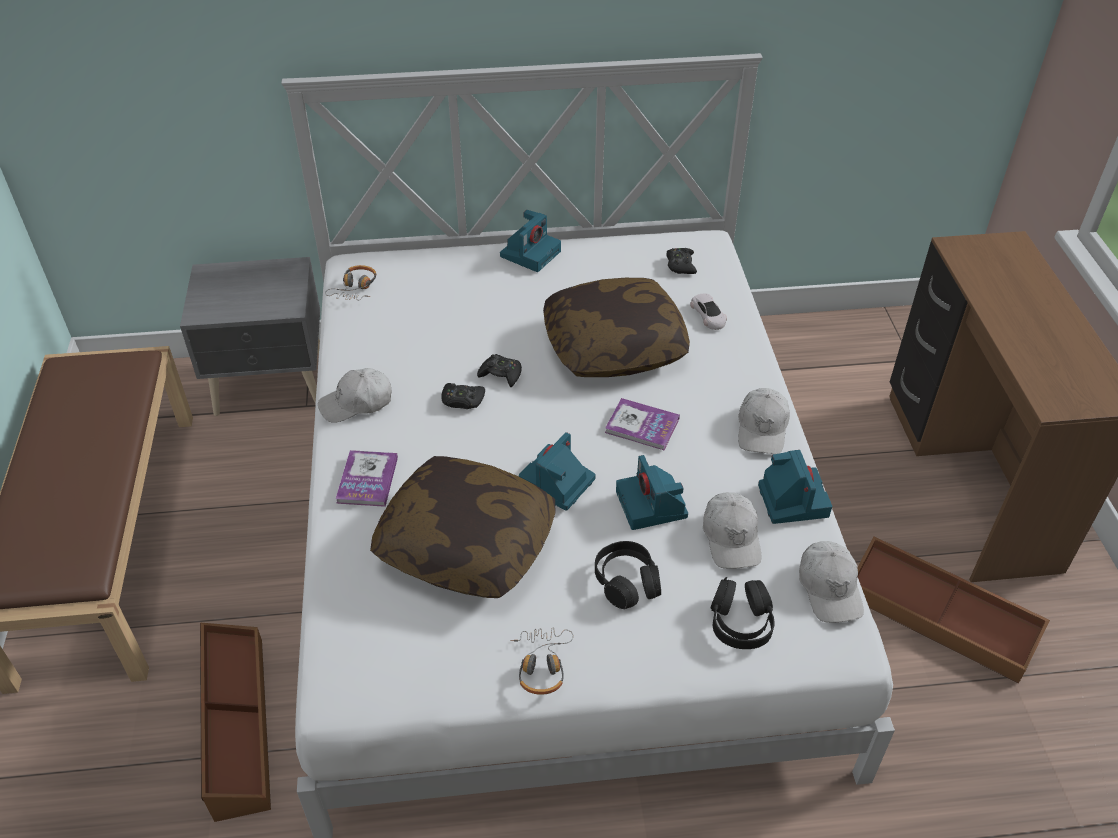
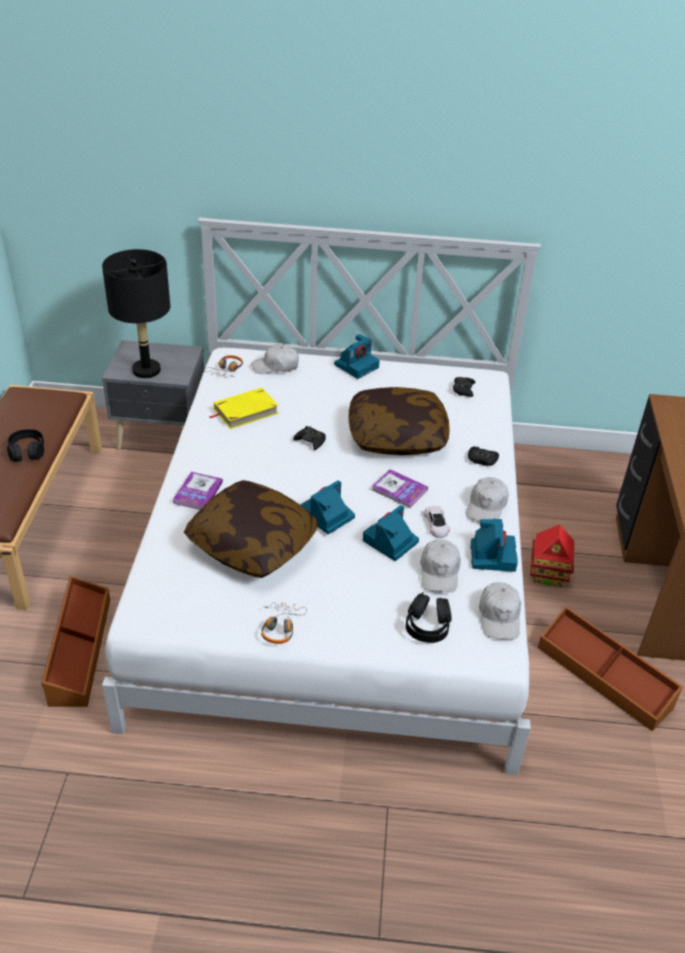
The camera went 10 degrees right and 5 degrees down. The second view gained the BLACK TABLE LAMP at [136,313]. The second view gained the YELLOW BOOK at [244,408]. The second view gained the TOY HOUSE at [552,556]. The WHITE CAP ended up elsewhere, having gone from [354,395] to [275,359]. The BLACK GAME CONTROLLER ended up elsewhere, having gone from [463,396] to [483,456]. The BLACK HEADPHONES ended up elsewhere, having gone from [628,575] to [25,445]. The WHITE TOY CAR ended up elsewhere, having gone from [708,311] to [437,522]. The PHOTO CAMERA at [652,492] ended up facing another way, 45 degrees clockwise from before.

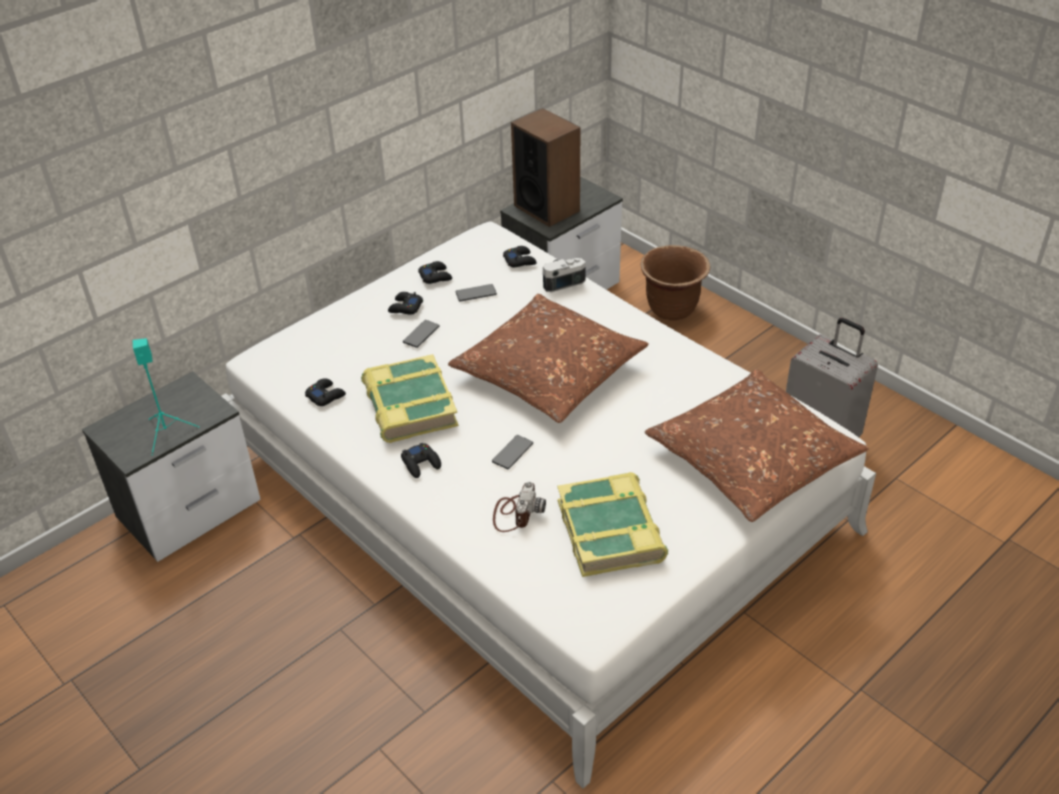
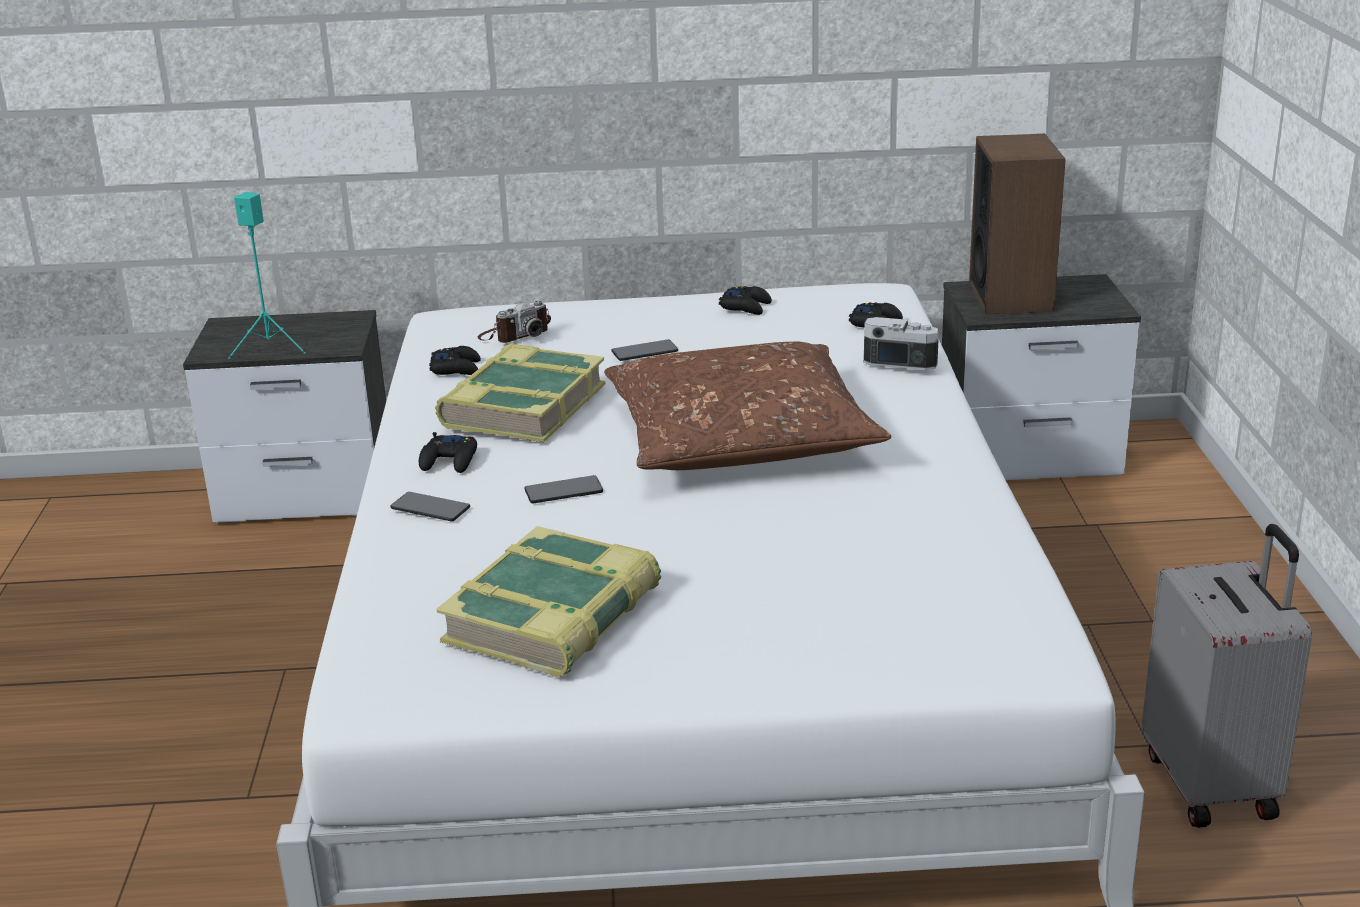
The camera went 40 degrees right and 15 degrees down. The second view lost the BLACK GAME CONTROLLER at [405,303]. The second view lost the BROWN PLANTER at [675,283]. The second view lost the BROWN PILLOW at [757,445]. The PHONE ended up elsewhere, having gone from [476,292] to [430,506]. The PHOTO CAMERA ended up elsewhere, having gone from [519,507] to [514,321].

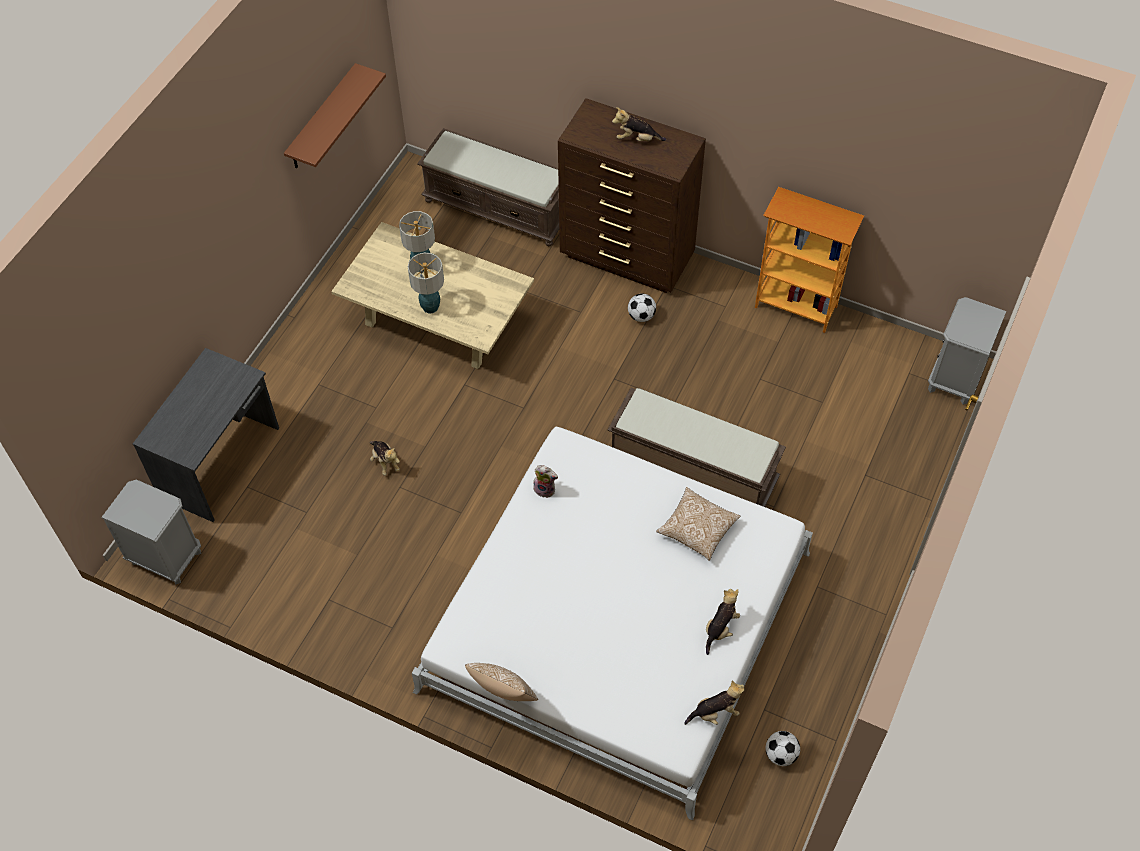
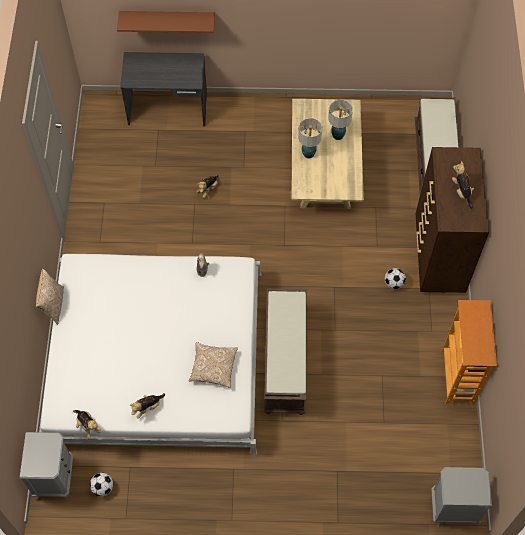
The camera went 65 degrees right and 5 degrees up. The GREY NIGHTSTAND ended up elsewhere, having gone from [151,531] to [46,465]. The BROWN SHELF ended up elsewhere, having gone from [335,115] to [166,22]. The PLUSH TOY at [723,622] ended up facing another way, 135 degrees clockwise from before.

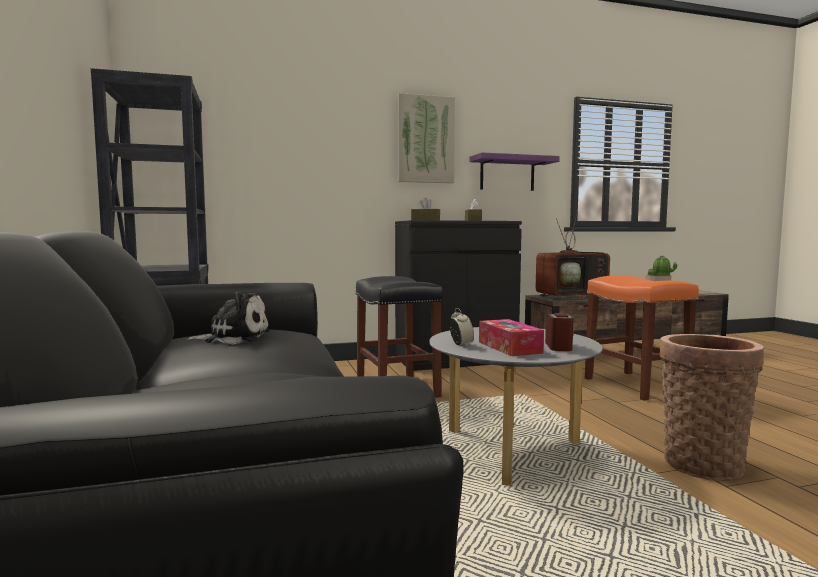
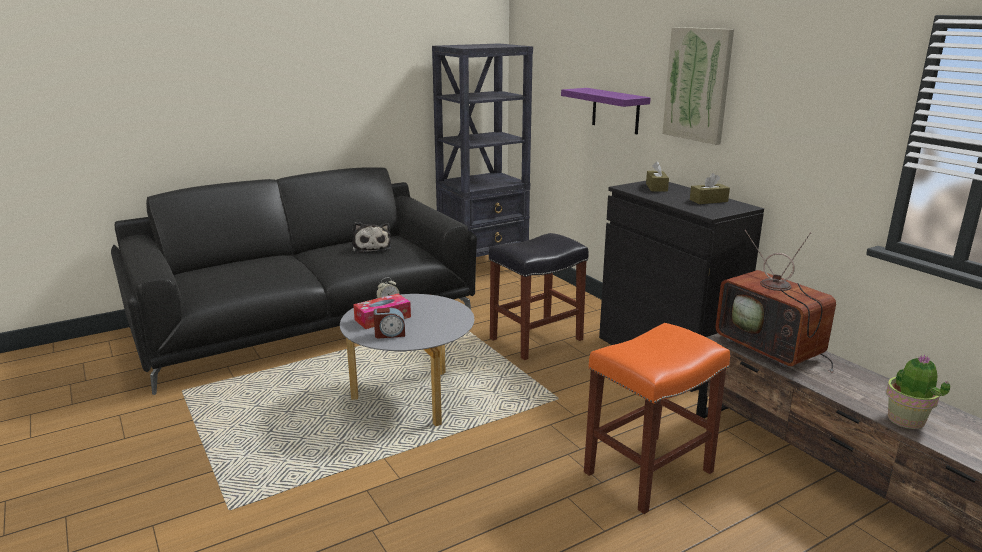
The camera went 75 degrees right and 15 degrees up. The second view lost the BASKET at [711,407]. The PURPLE SHELF ended up elsewhere, having gone from [515,171] to [606,111].

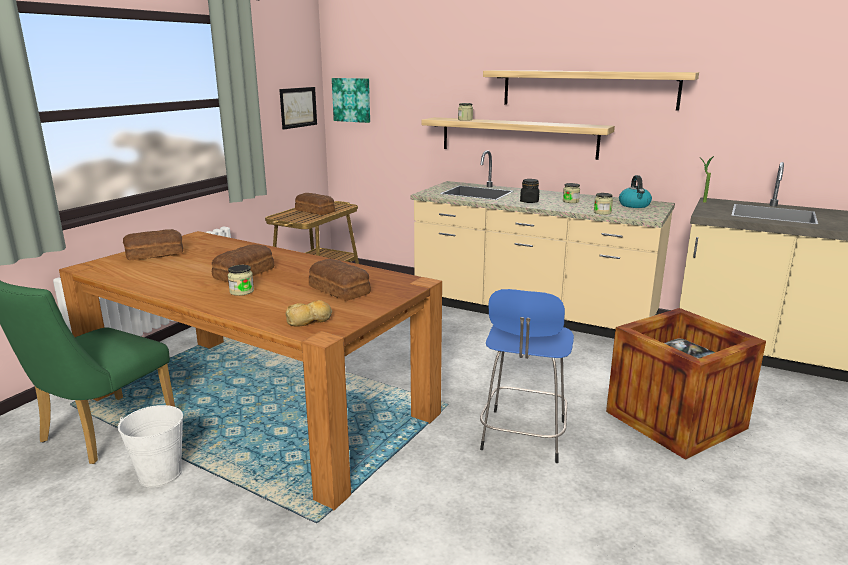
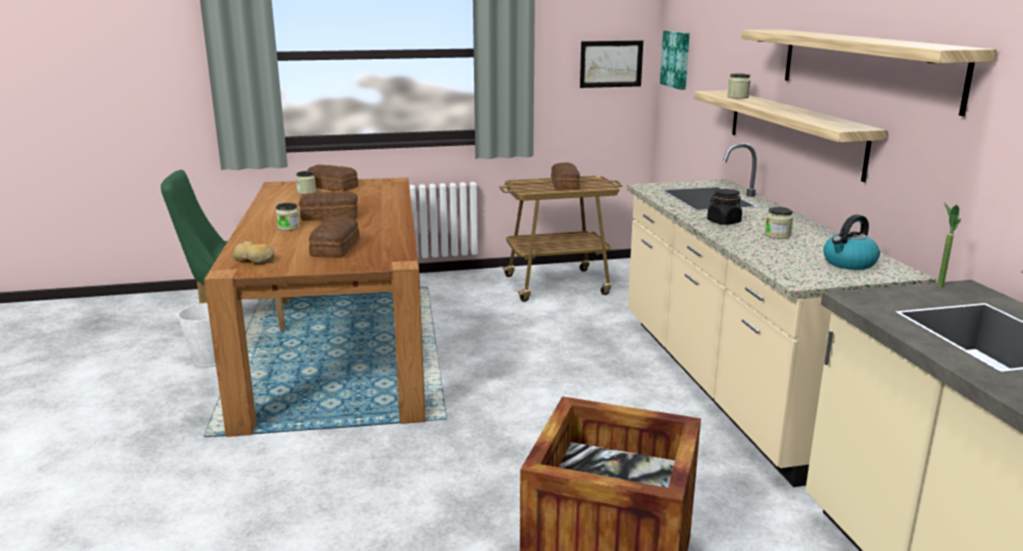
The camera went 50 degrees right and 0 degrees up. The second view lost the BLUE STOOL at [527,376]. The JAR ended up elsewhere, having gone from [603,204] to [306,182].

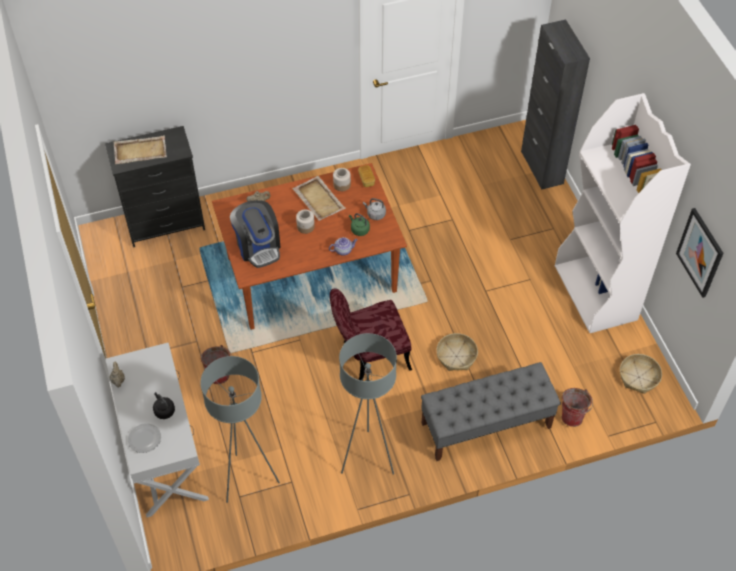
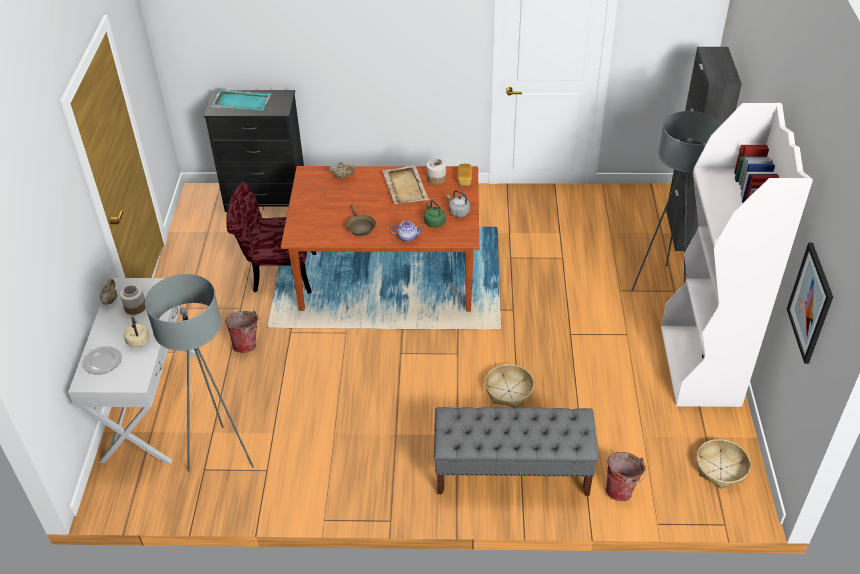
The camera went 20 degrees right and 10 degrees down. The second view lost the COFFEE MACHINE at [255,234]. The second view gained the BROWN FRYING PAN at [361,220]. The JAR ended up elsewhere, having gone from [305,222] to [133,300]. The RED CHAIR ended up elsewhere, having gone from [371,335] to [271,237]. The GREY FLOOR LAMP ended up elsewhere, having gone from [368,404] to [676,201]. What was the BEIGE TRAY at [140,149] turned into the TURQUOISE TRAY at [241,100]. What was the BLACK KETTLE at [164,405] turned into the BEIGE KETTLE at [137,332].

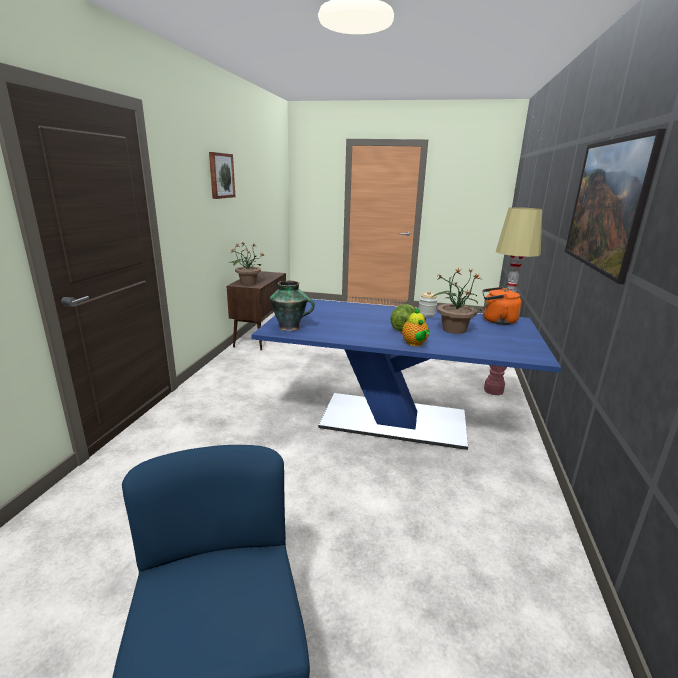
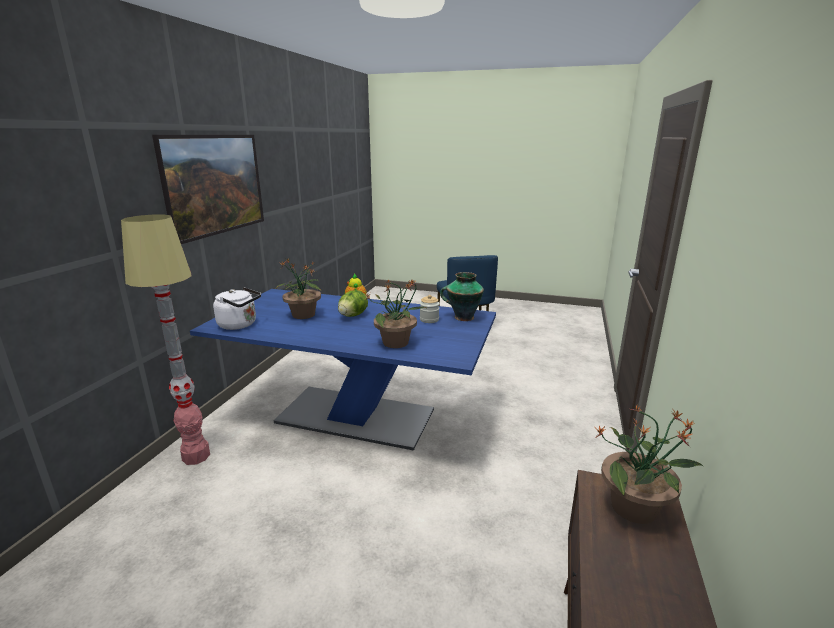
The camera went 175 degrees left and 0 degrees up. The second view lost the PICTURE at [222,175]. The second view gained the POTTED PLANT at [397,313]. The JAR ended up elsewhere, having gone from [428,304] to [429,309]. What was the ORANGE KETTLE at [502,306] turned into the WHITE KETTLE at [237,308].

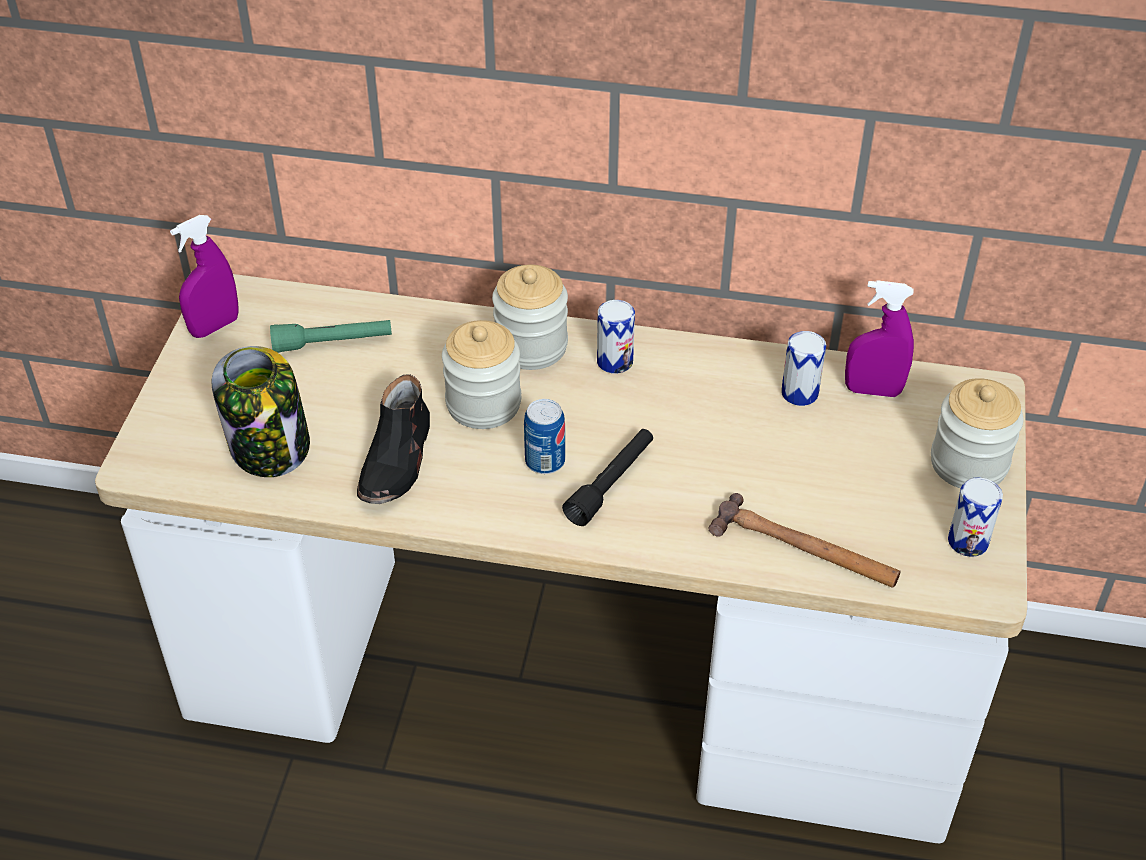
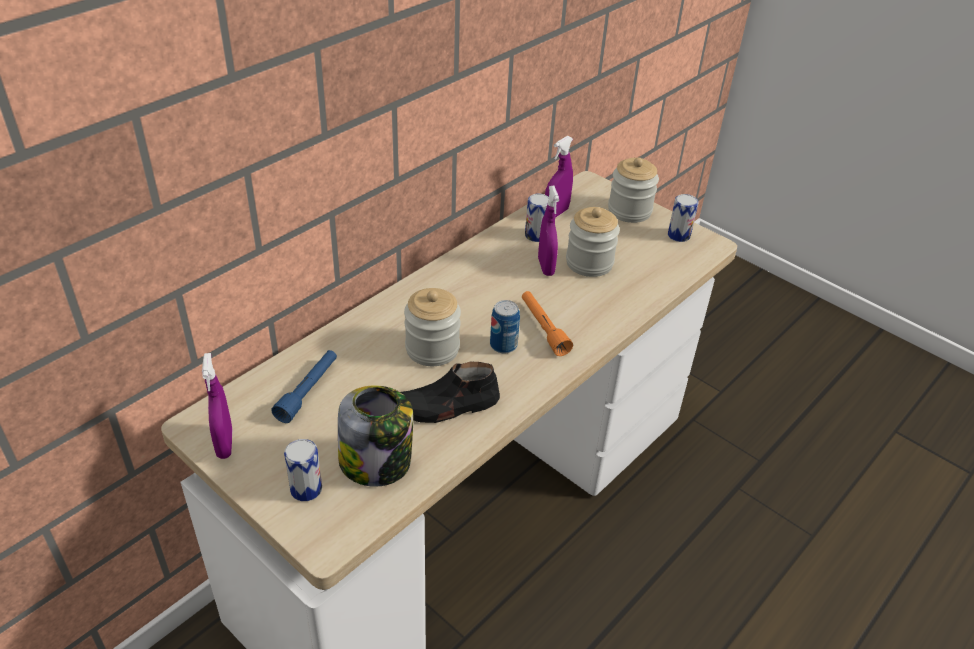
The camera went 60 degrees left and 5 degrees down. The second view lost the HAMMER at [804,540]. The second view gained the PURPLE SPRAY BOTTLE at [548,231]. The JAR ended up elsewhere, having gone from [530,317] to [593,242]. The CAN ended up elsewhere, having gone from [616,337] to [303,470]. What was the GREEN FLASHLIGHT at [331,336] turned into the BLUE FLASHLIGHT at [304,386]. What was the BLACK FLASHLIGHT at [607,477] turned into the ORANGE FLASHLIGHT at [547,323]. The BLACK SHOE at [393,439] ended up facing another way, 120 degrees clockwise from before.

